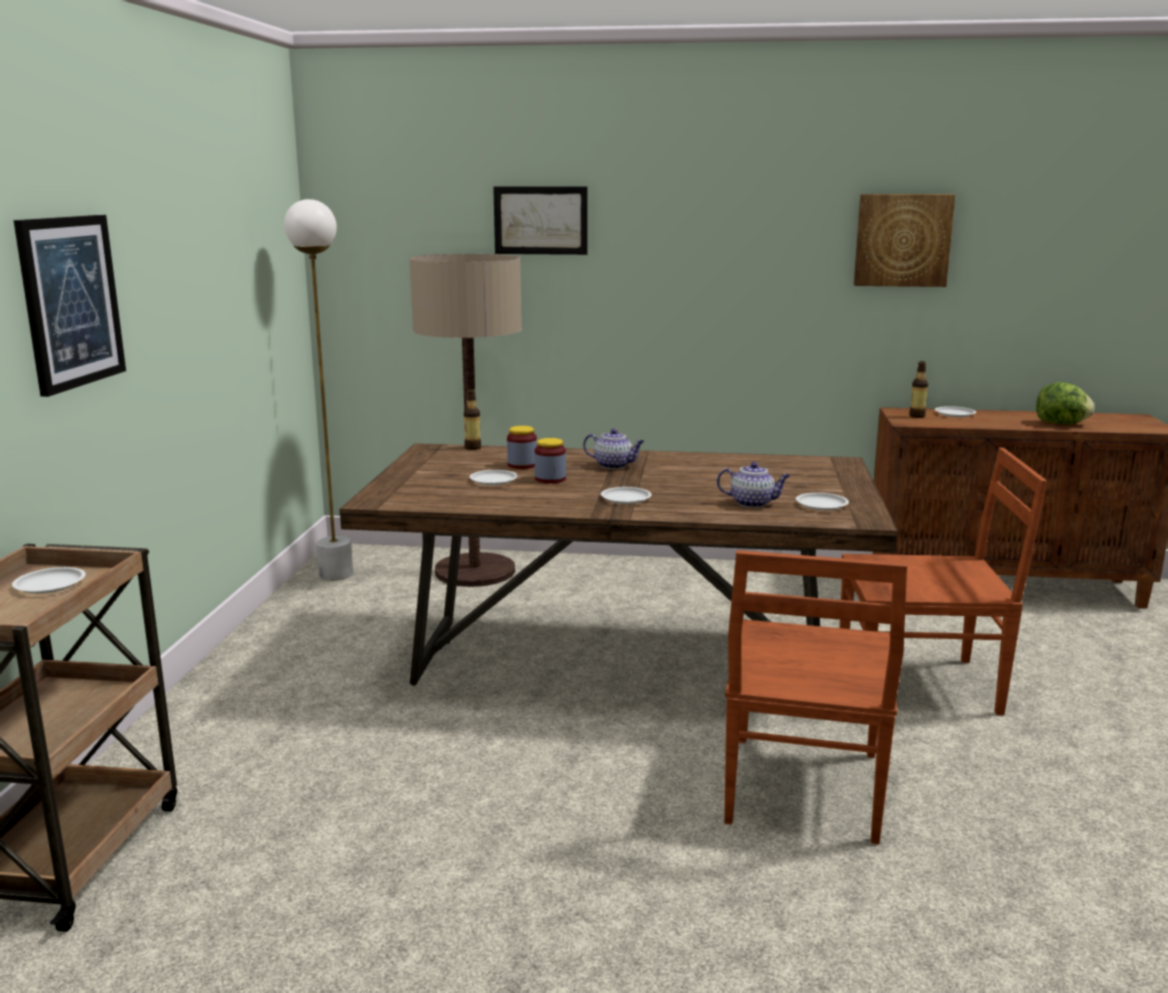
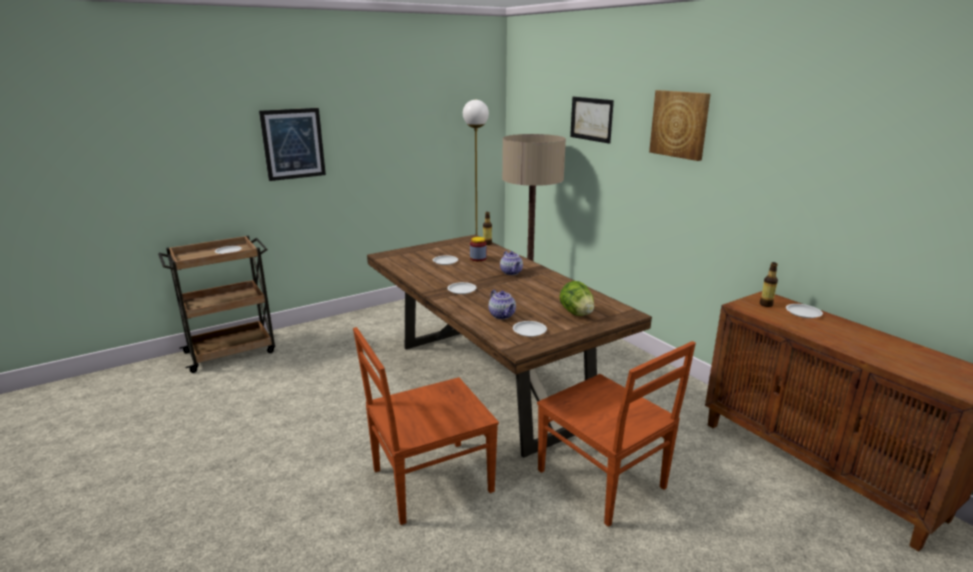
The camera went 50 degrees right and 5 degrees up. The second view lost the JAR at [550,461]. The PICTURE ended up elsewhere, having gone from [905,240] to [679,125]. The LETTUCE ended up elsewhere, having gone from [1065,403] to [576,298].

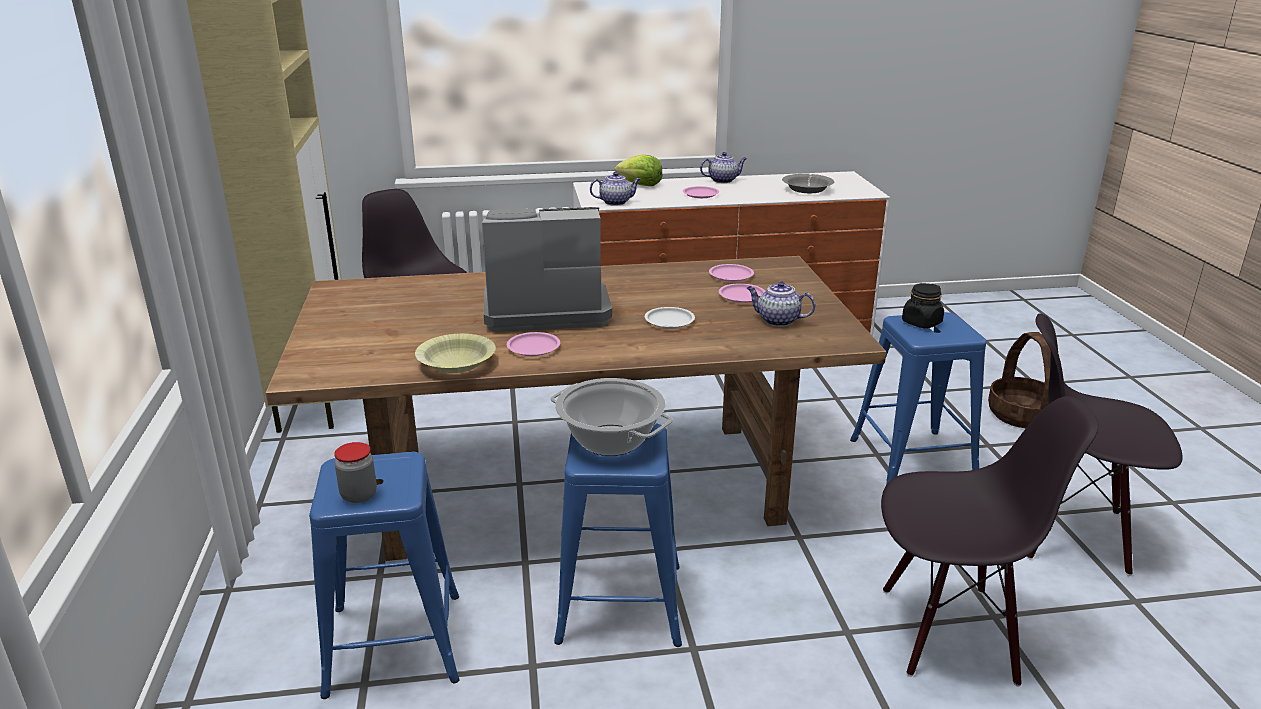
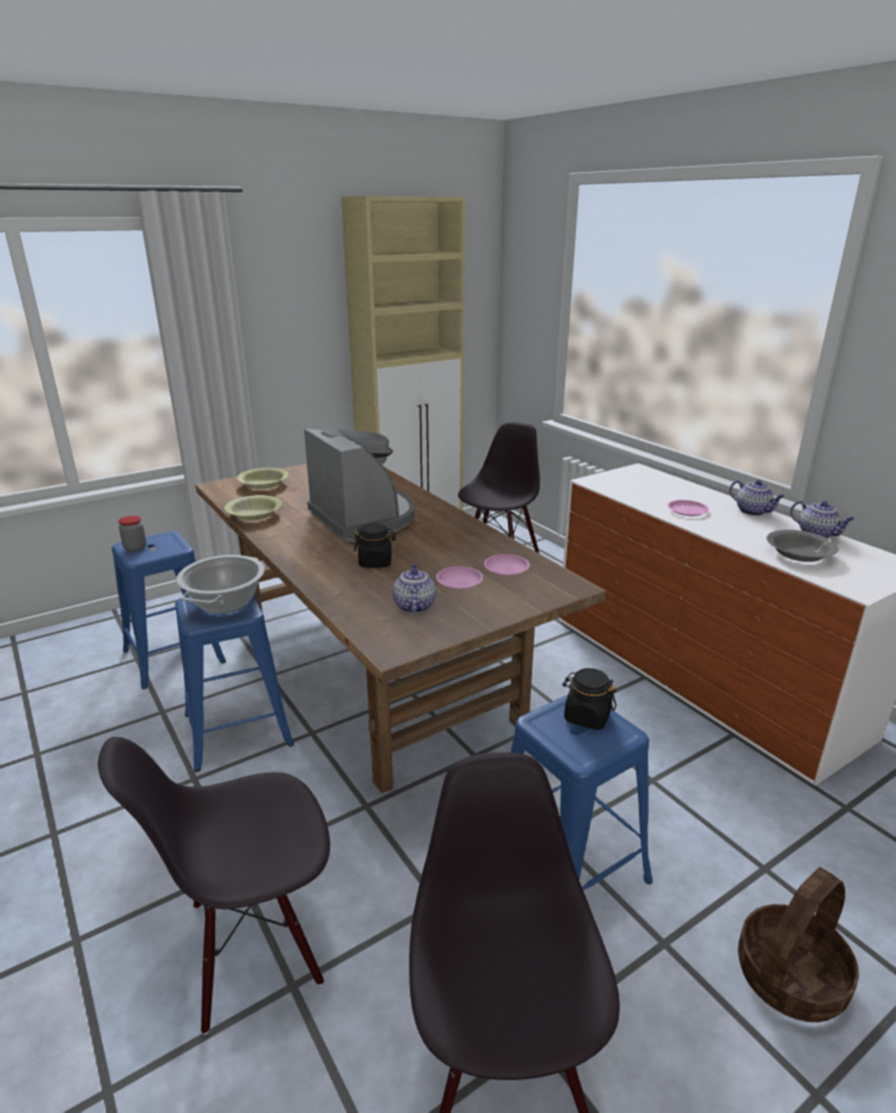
The camera went 65 degrees right and 0 degrees up. The second view lost the PINK PLATE at [533,344]. The second view lost the LETTUCE at [639,170]. The second view gained the YELLOW BOWL at [262,478]. The TEAPOT ended up elsewhere, having gone from [615,189] to [822,519]. Where the WHITE PLATE stood at [670,317], the BLACK JAR came to stand at [375,546]. The BLACK CHAIR at [989,541] ended up facing another way, 90 degrees clockwise from before.

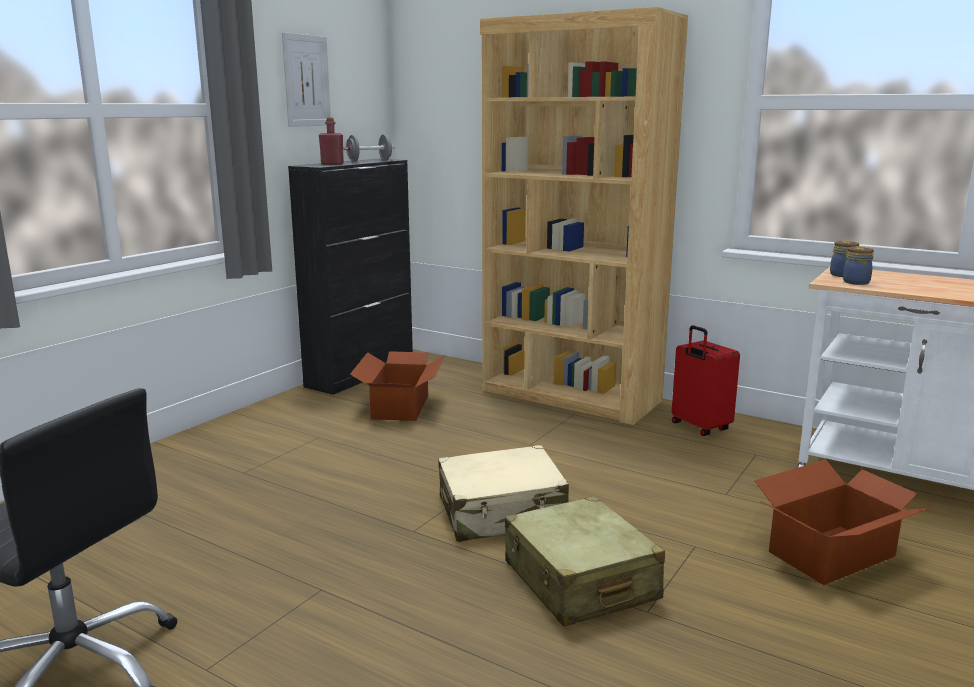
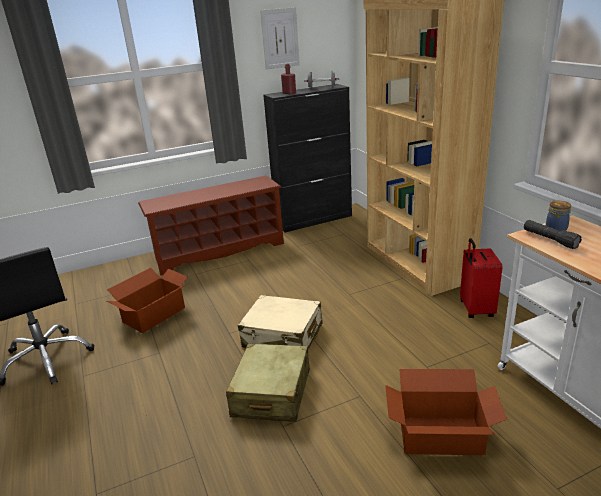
The camera went 35 degrees right and 10 degrees up. The second view gained the BROWN SHOE RACK at [211,225]. The CARDBOARD BOX ended up elsewhere, having gone from [397,386] to [148,300]. Where the JAR stood at [858,265], the BLACK FLASHLIGHT came to stand at [553,234].

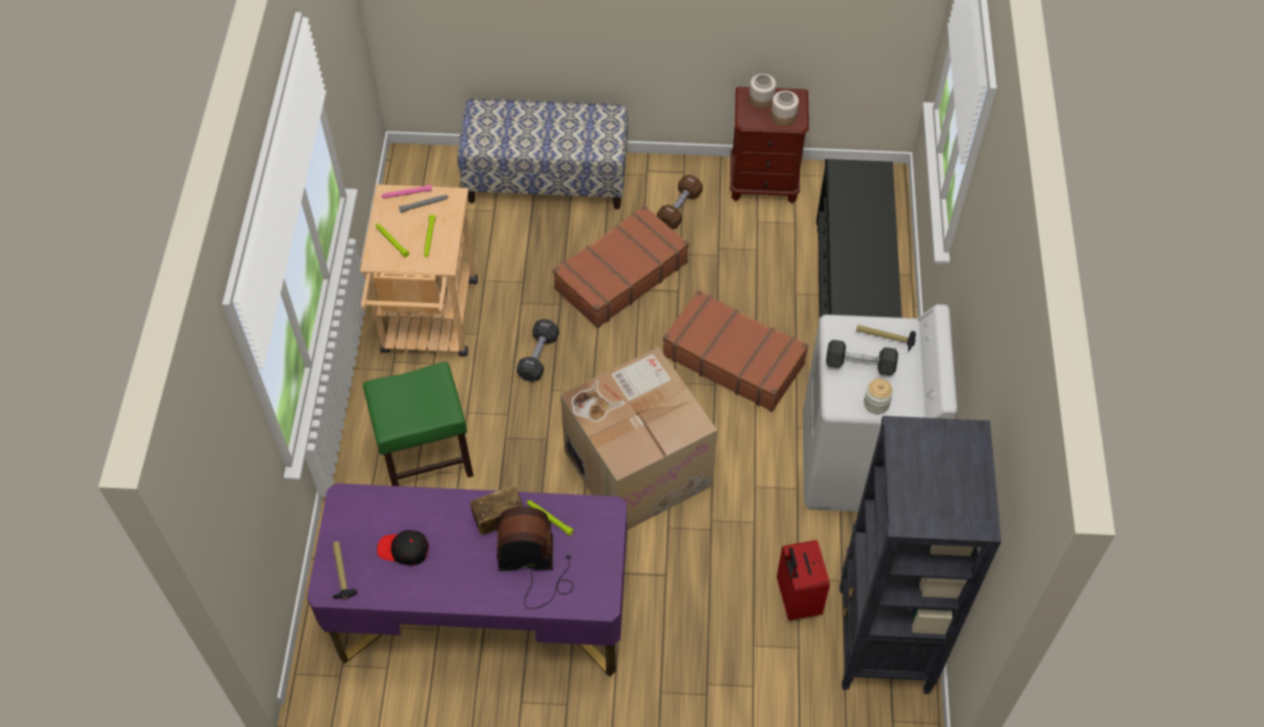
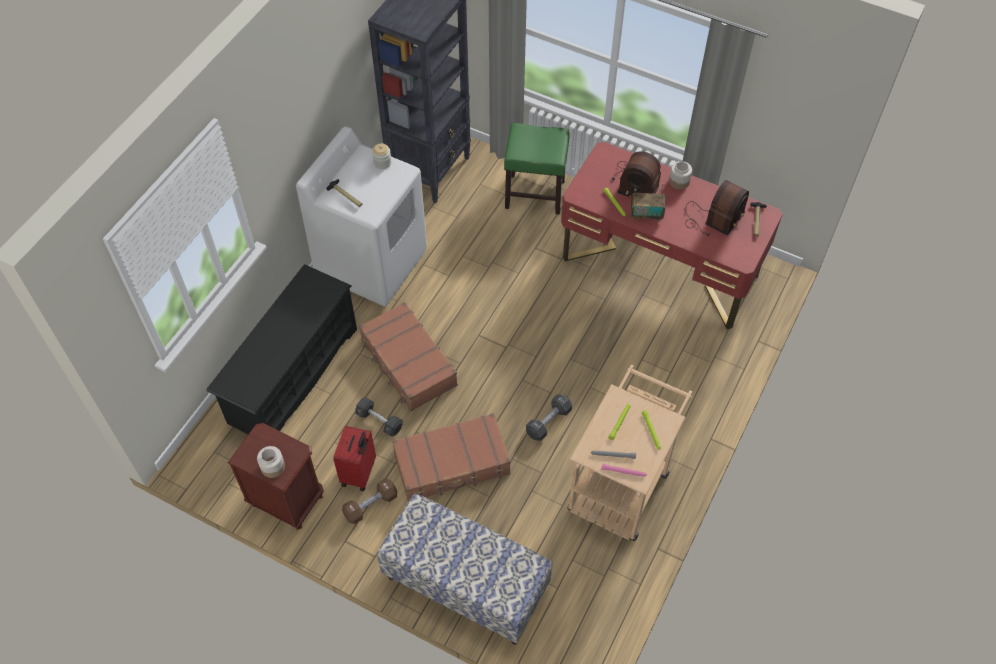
The camera went 155 degrees left and 0 degrees up. The second view lost the CARDBOARD BOX at [639,438]. The GREEN STOOL ended up elsewhere, having gone from [418,424] to [537,169]. The JAR ended up elsewhere, having gone from [785,108] to [680,175]. The RED SUITCASE ended up elsewhere, having gone from [803,580] to [354,458]. The BLACK DUMBBELL ended up elsewhere, having gone from [862,357] to [379,417]. Where the BLACK CAP stood at [403,548], the RADIO came to stand at [717,208]. What was the PURPLE DESK at [467,580] turned into the RED DESK at [671,235].

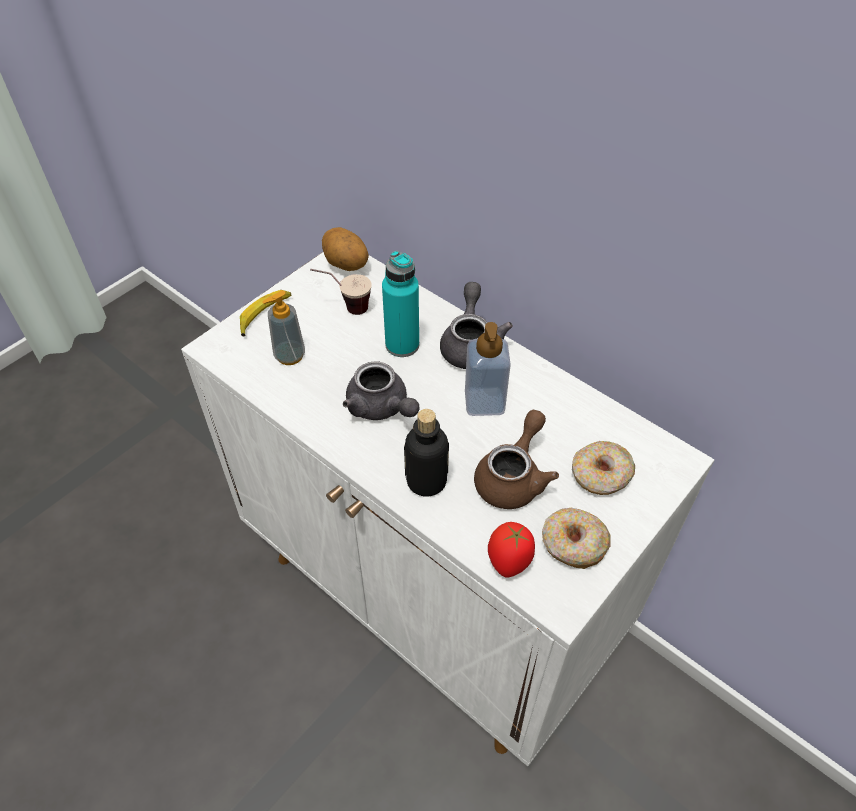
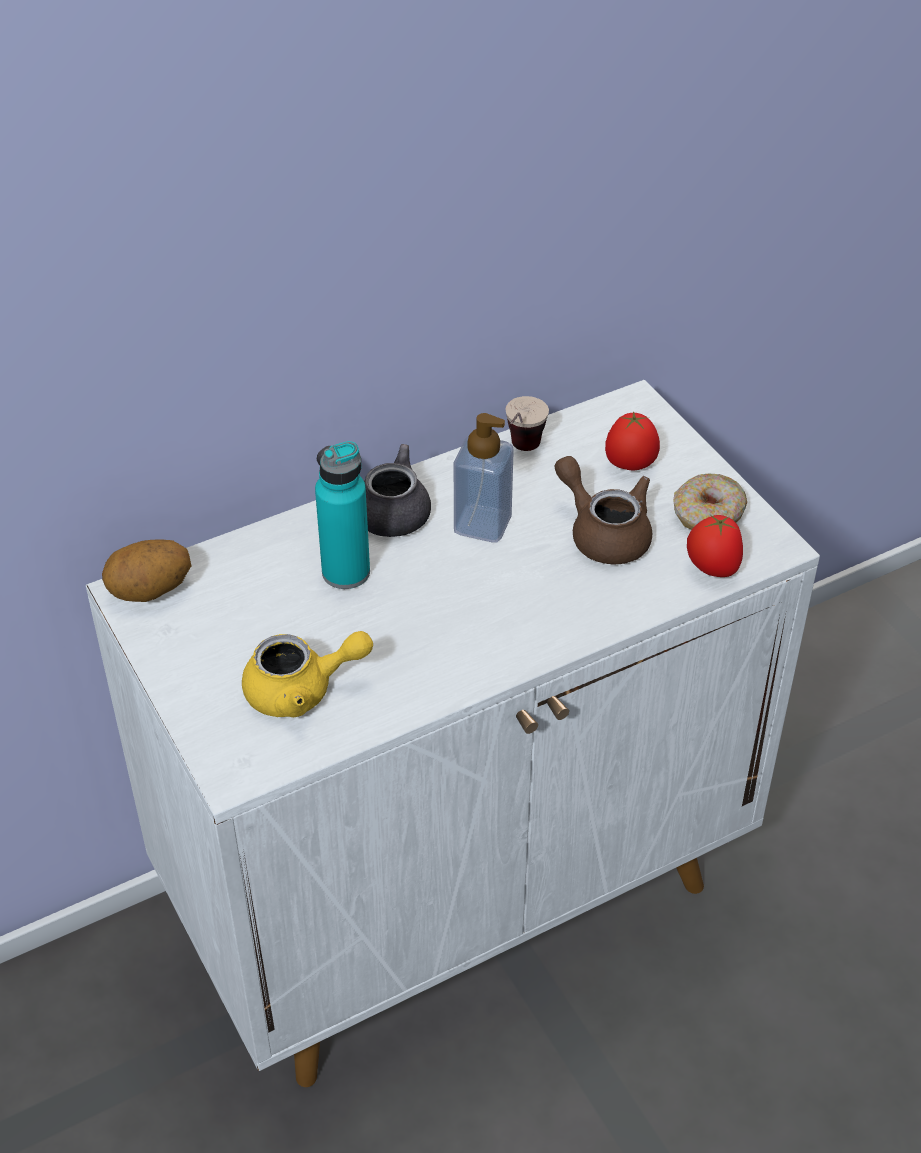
The camera went 70 degrees left and 5 degrees down. The second view lost the BANANA at [266,313]. The second view lost the GREY TEAPOT at [381,391]. The second view lost the BOTTLE at [426,452]. The CUP ended up elsewhere, having gone from [341,292] to [527,423]. Where the SOAP DISPENSER stood at [283,327], the YELLOW TEAPOT came to stand at [307,674]. Where the DONUT stood at [603,468], the TOMATO came to stand at [632,441].

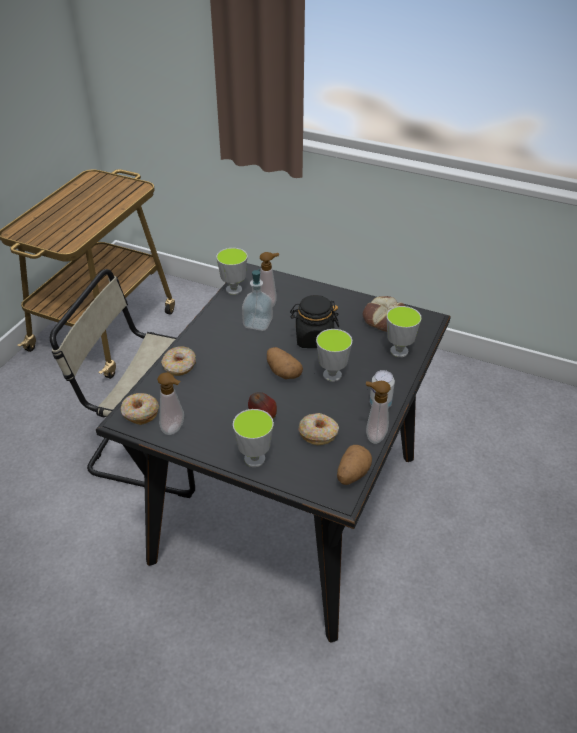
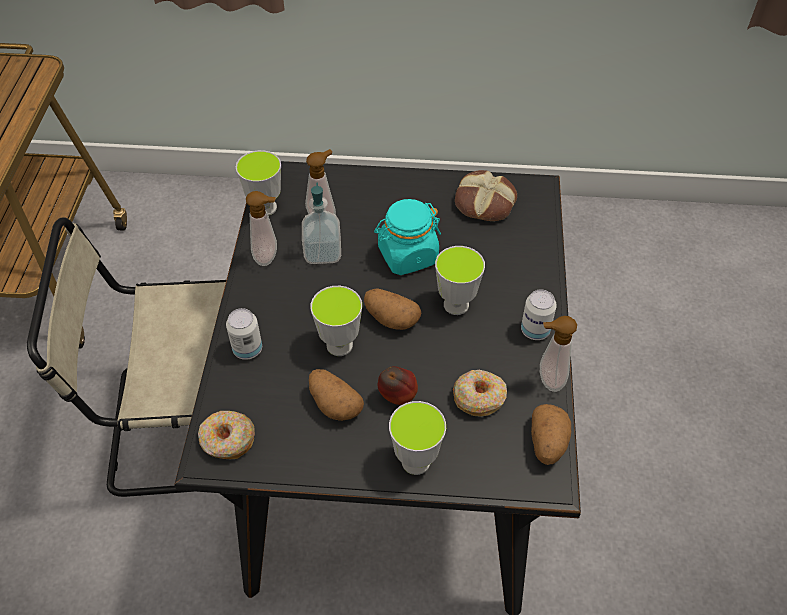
The camera went 20 degrees left and 10 degrees up. The second view gained the POTATO at [336,395]. The SOAP DISPENSER ended up elsewhere, having gone from [170,403] to [261,228]. The CUP ended up elsewhere, having gone from [404,331] to [336,321]. Where the DONUT stood at [178,361], the CAN came to stand at [244,334]. What was the BLACK JAR at [314,321] turned into the TURQUOISE JAR at [407,237].

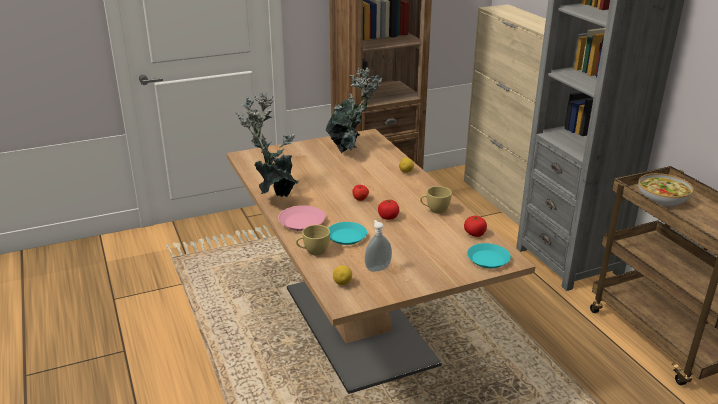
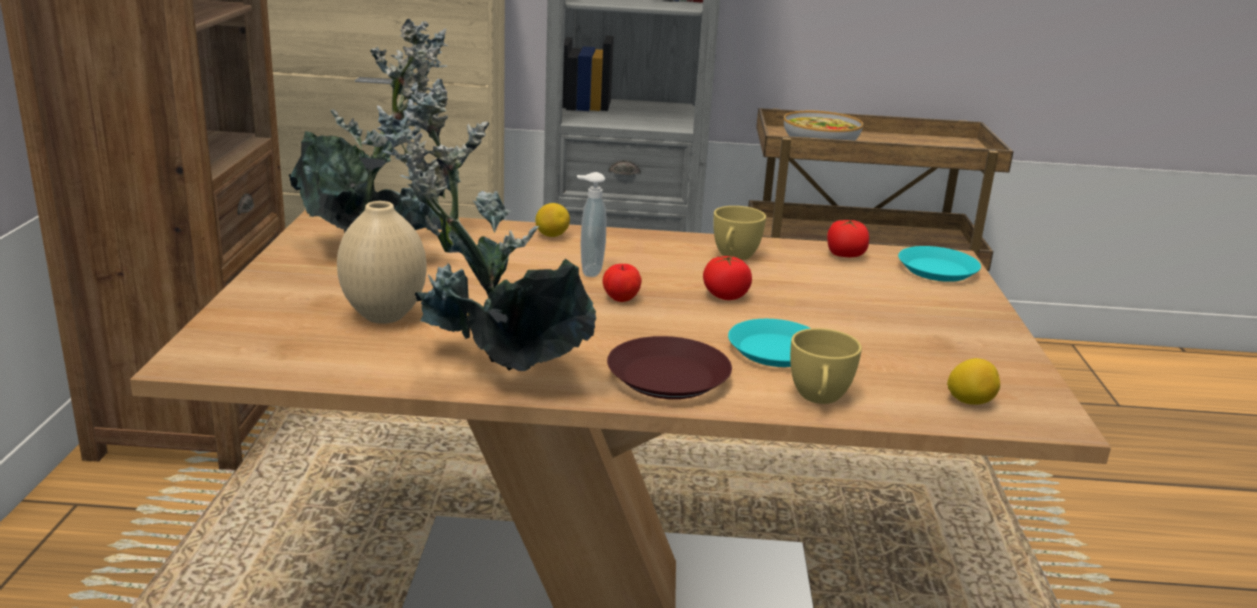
The camera went 65 degrees left and 5 degrees down. The second view gained the BEIGE VASE at [382,262]. The SOAP DISPENSER ended up elsewhere, having gone from [378,246] to [592,224]. What was the PINK PLATE at [302,218] turned into the BROWN PLATE at [669,367].

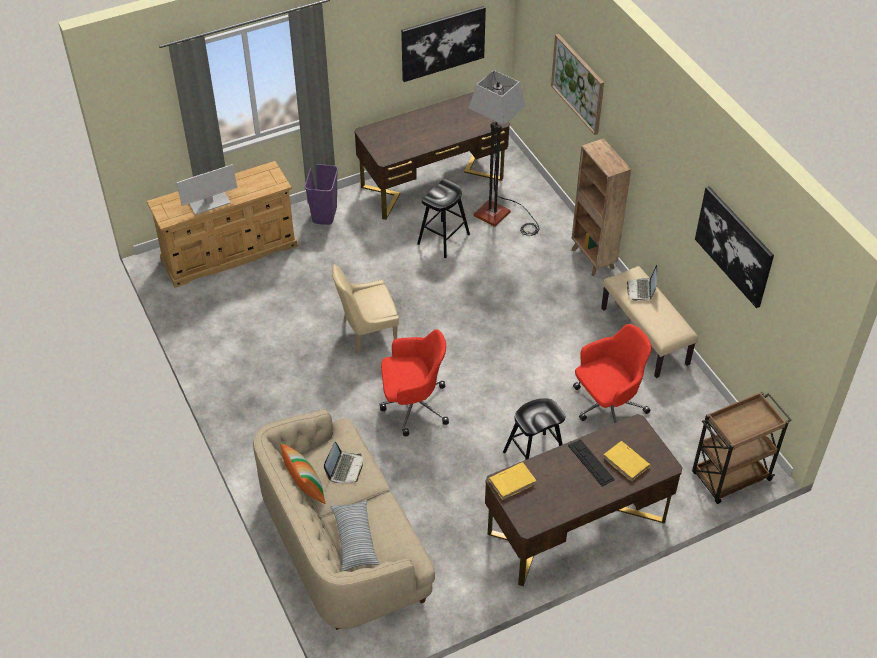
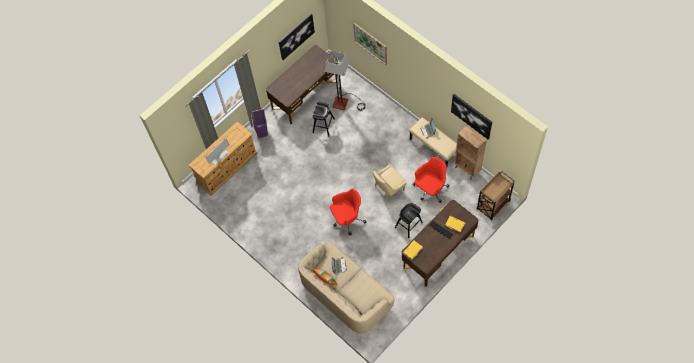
The camera went 15 degrees left and 15 degrees up. The second view lost the PILLOW at [355,535]. The BEIGE CHAIR ended up elsewhere, having gone from [365,309] to [390,183]. The BROWN BOOKCASE ended up elsewhere, having gone from [601,207] to [471,152].

